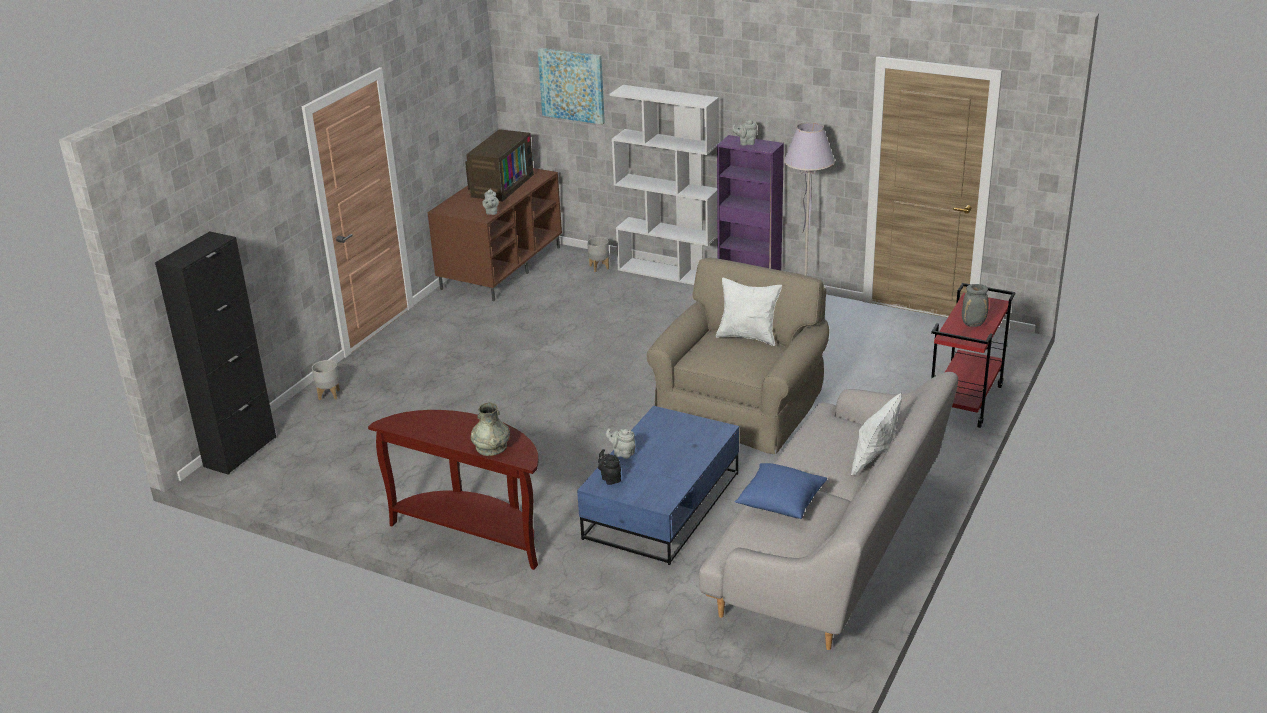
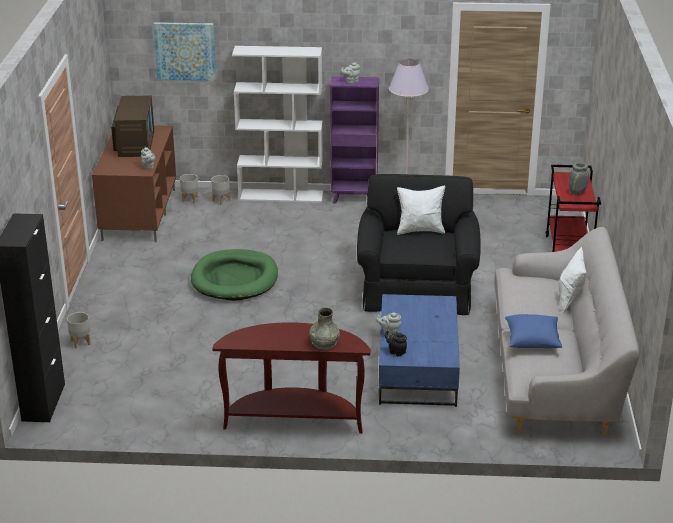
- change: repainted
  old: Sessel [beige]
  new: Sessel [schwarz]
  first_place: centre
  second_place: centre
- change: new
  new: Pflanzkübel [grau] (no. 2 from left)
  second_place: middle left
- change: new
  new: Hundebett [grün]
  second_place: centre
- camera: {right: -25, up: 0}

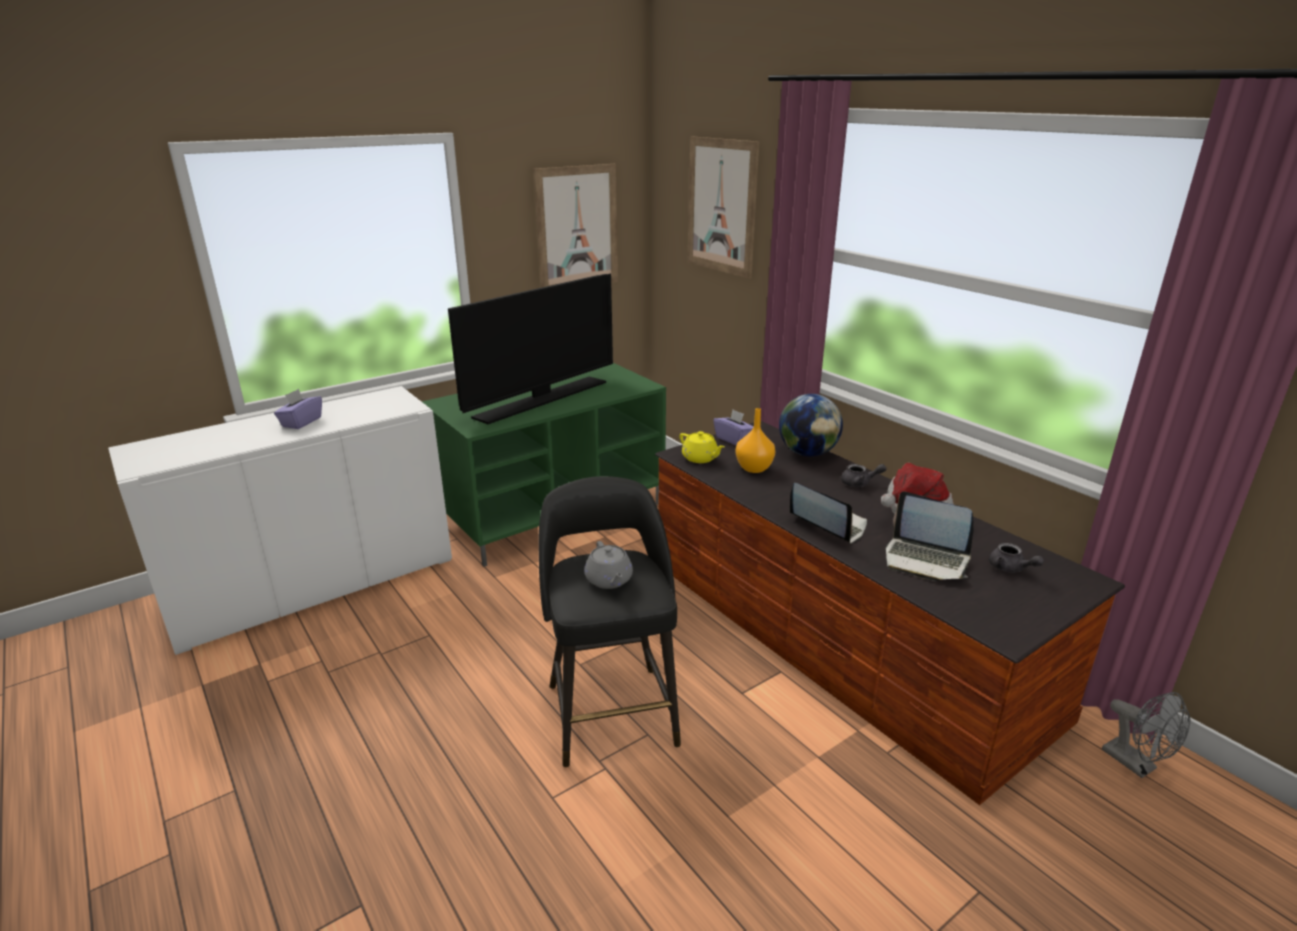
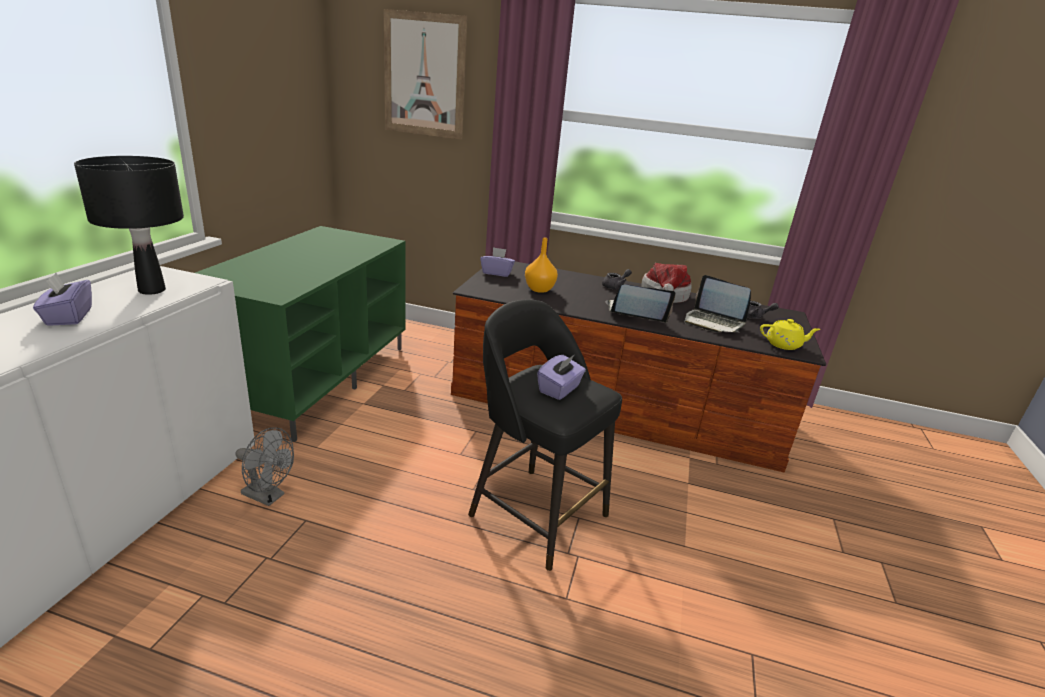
- change: gone
  old: Fernseher
  first_place: centre
- change: gone
  old: Bild (no. 1 from left)
  first_place: top centre
- change: swapped
  old: Teekanne [grau] (no. 1 from left)
  new: Taschentuchbox [lila] (no. 3 from left)
  first_place: centre
  second_place: centre
- change: shifted
  old: Teekanne [gelb]
  first_place: centre
  second_place: middle right
- change: gone
  old: Globus
  first_place: centre
- change: rotated
  old: Laptop (no. 2 from left)
  first_place: middle right
  second_place: middle right
  degrees: 45
- change: shifted
  old: Ventilator [grau]
  first_place: bottom right
  second_place: bottom left
- change: new
  new: Tischlampe [schwarz]
  second_place: top left
- camera: {right: -40, up: 0}

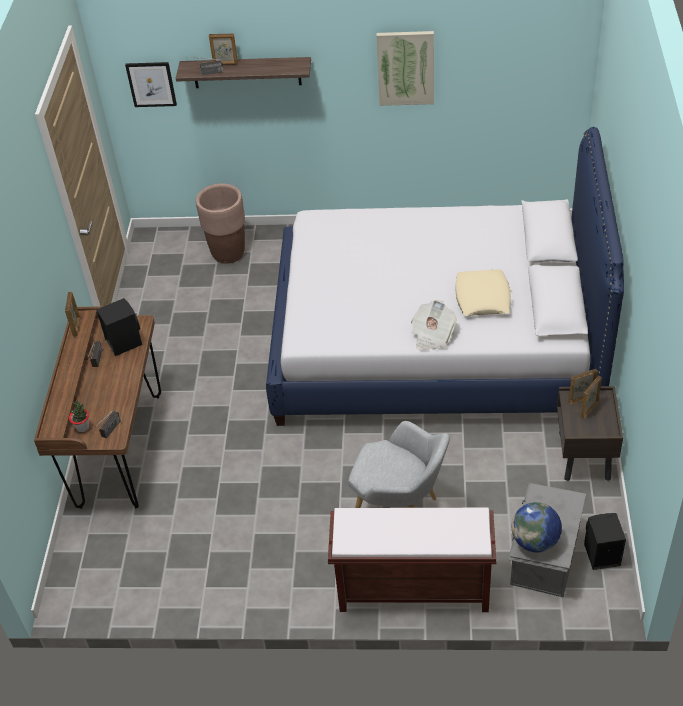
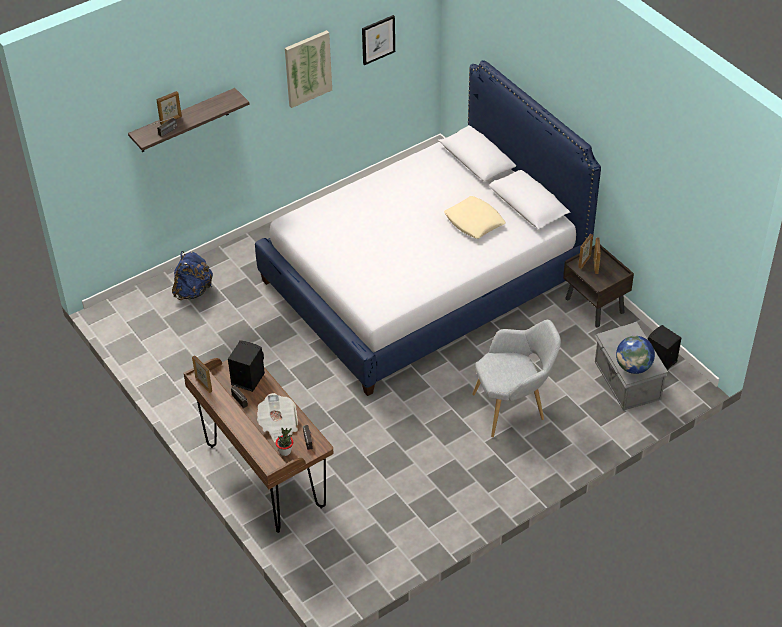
- change: shifted
  old: Bild (no. 1 from left in the first image)
  new: Bild (no. 2 from left)
  first_place: top left
  second_place: top centre
- change: swapped
  old: Pflanzkübel [braun]
  new: Rucksack [blau]
  first_place: top left
  second_place: middle left
- change: gone
  old: Bank [braun]
  first_place: bottom centre
- change: shifted
  old: Zeitung
  first_place: centre
  second_place: bottom centre
- camera: {right: -40, up: 0}

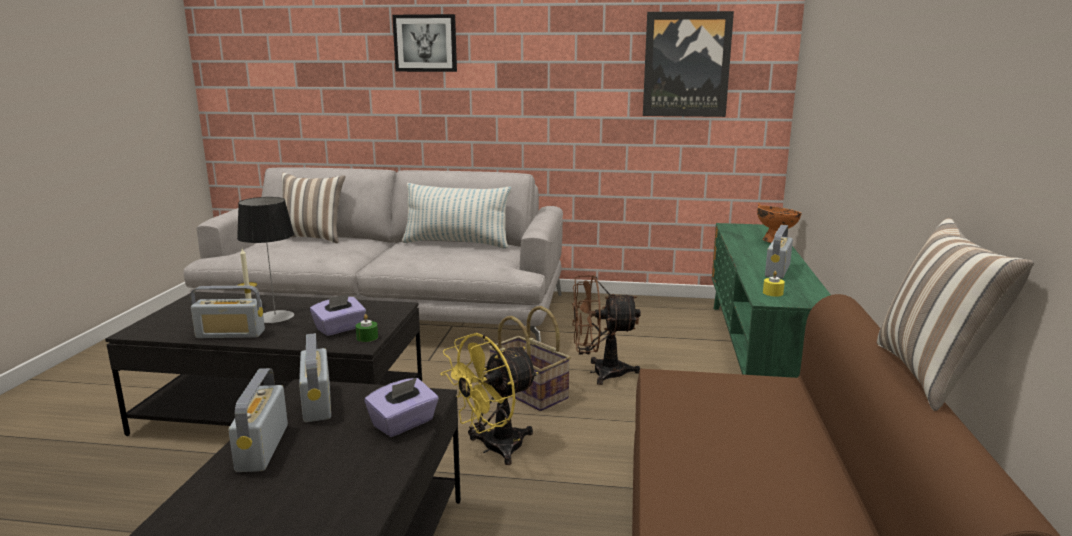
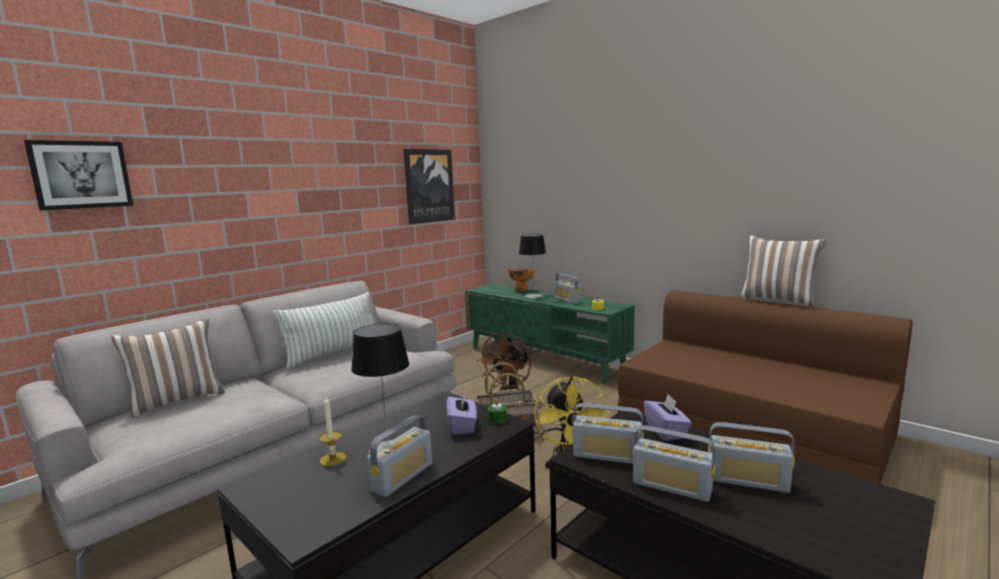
- change: shifted
  old: Bild (no. 1 from left)
  first_place: top centre
  second_place: top left
- change: new
  new: Tischlampe (no. 2 from left)
  second_place: centre
- change: new
  new: Radio (no. 5 from left)
  second_place: bottom right
- camera: {right: -55, up: -5}

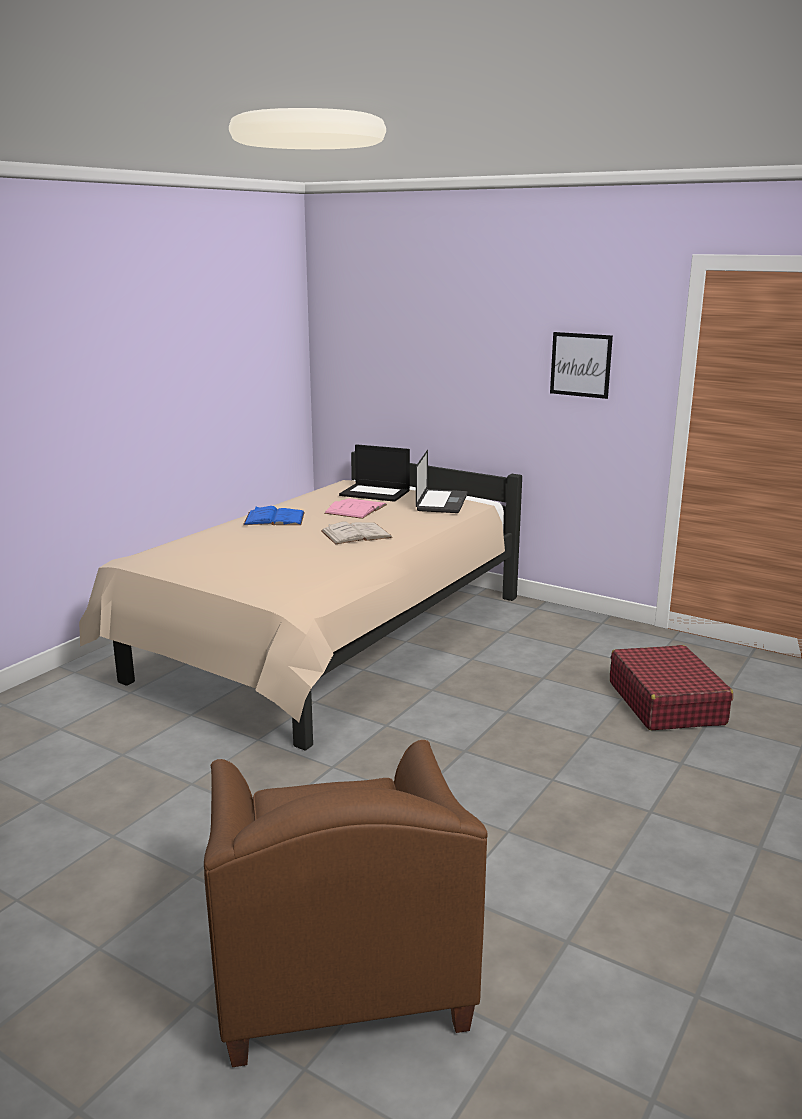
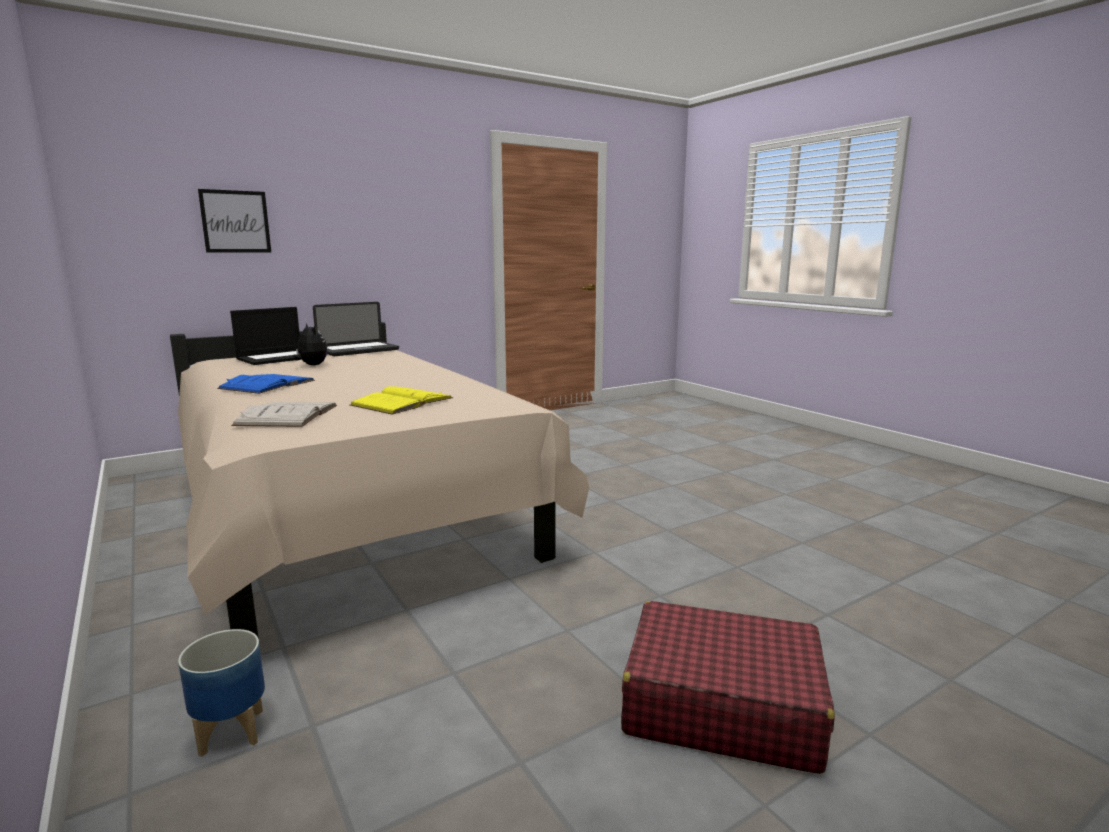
- change: gone
  old: Sessel [braun]
  first_place: bottom centre
- change: shifted
  old: Buch [weiß]
  first_place: centre
  second_place: middle left
- change: swapped
  old: Buch [rosa]
  new: Plüschtier
  first_place: centre
  second_place: middle left
- change: rotated
  old: Laptop (no. 2 from left)
  first_place: centre
  second_place: middle left
  degrees: 105
- change: shifted
  old: Bild
  first_place: top right
  second_place: top left
- change: shifted
  old: Koffer [rot]
  first_place: middle right
  second_place: bottom centre
- change: new
  new: Pflanzkübel
  second_place: bottom left
- change: new
  new: Buch [gelb]
  second_place: centre
- camera: {right: -65, up: -5}

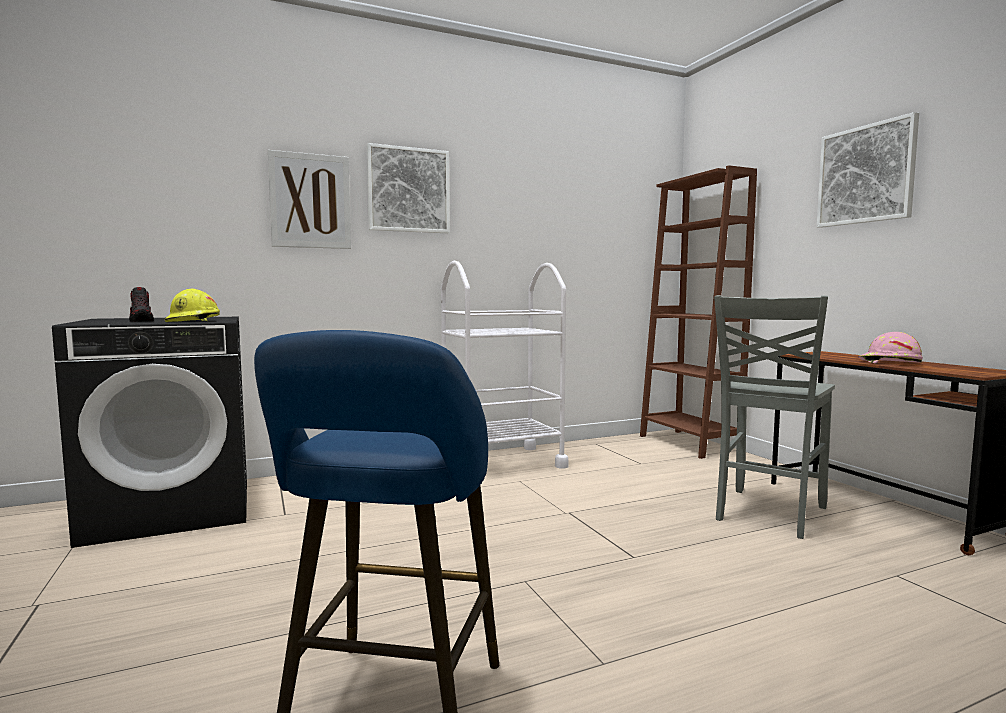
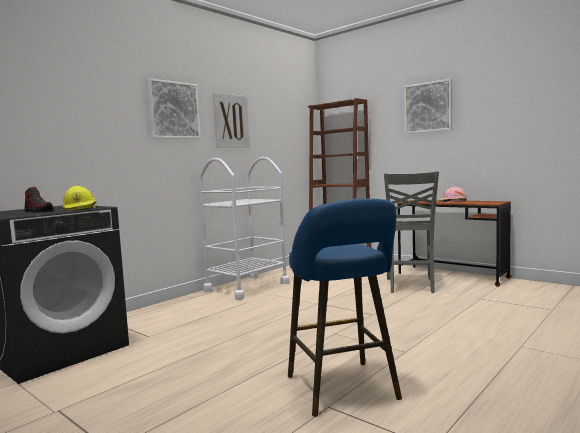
- change: shifted
  old: Bild (no. 1 from left in the first image)
  new: Bild (no. 2 from left)
  first_place: top left
  second_place: top centre
- camera: {right: -25, up: 0}

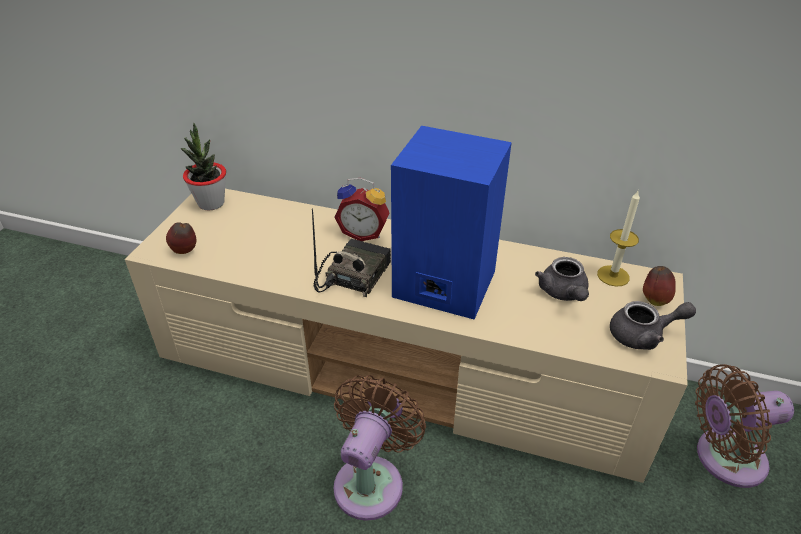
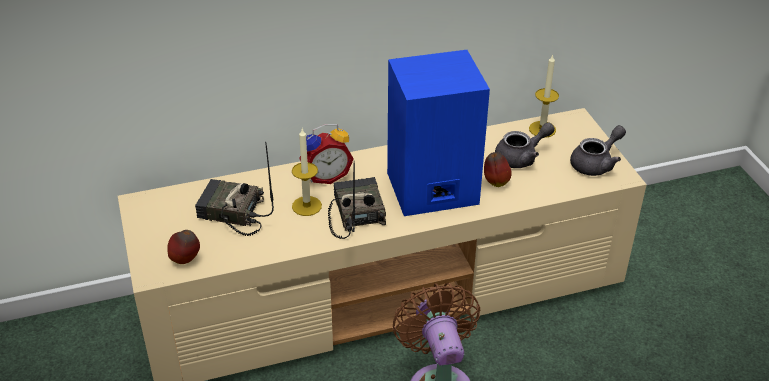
- change: gone
  old: Topfpflanze
  first_place: top left
- change: rotated
  old: Teekanne [grau] (no. 1 from left)
  first_place: middle right
  second_place: middle right
  degrees: -75
- change: shifted
  old: Apfel (no. 2 from left)
  first_place: middle right
  second_place: centre
- change: gone
  old: Ventilator [braun] (no. 2 from left)
  first_place: bottom right
- change: new
  new: Radio (no. 1 from left)
  second_place: middle left
- change: new
  new: Kerze (no. 1 from left)
  second_place: centre
- camera: {right: -35, up: 0}

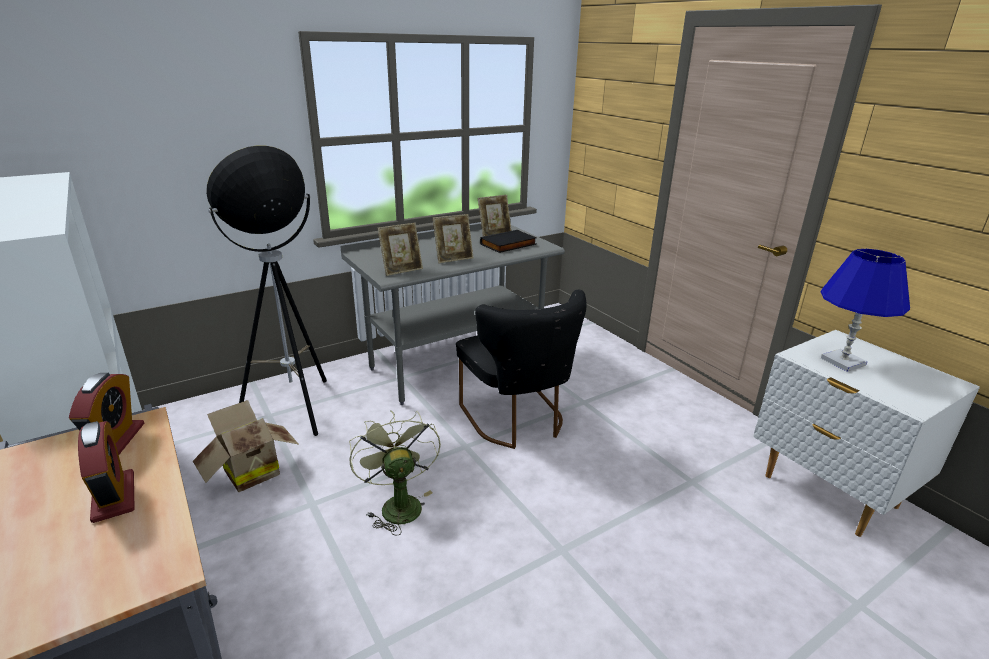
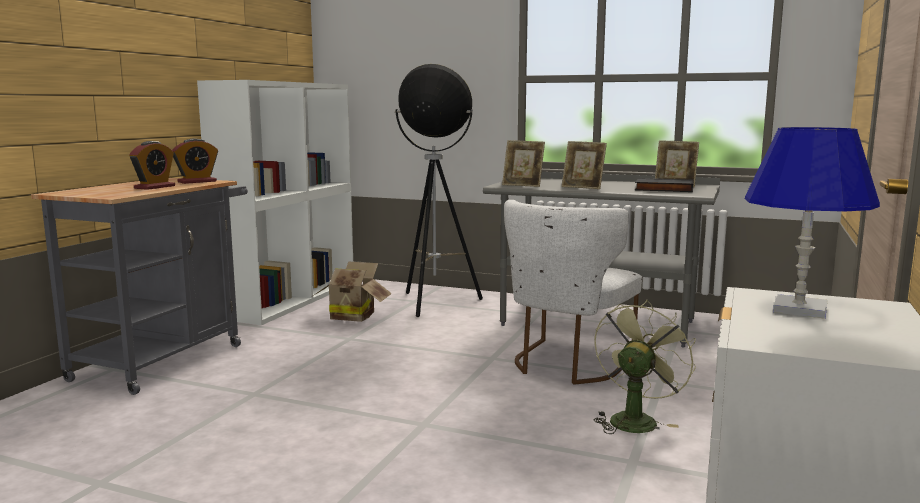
- change: shifted
  old: Ventilator [grün]
  first_place: bottom centre
  second_place: bottom right
- change: repainted
  old: Stuhl [schwarz]
  new: Stuhl [weiß]
  first_place: centre
  second_place: centre
- camera: {right: 55, up: -15}

